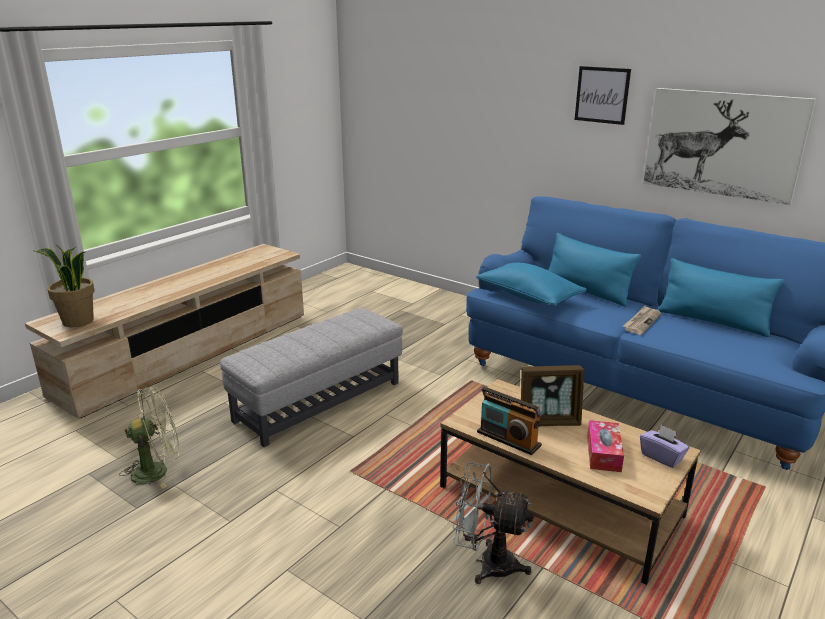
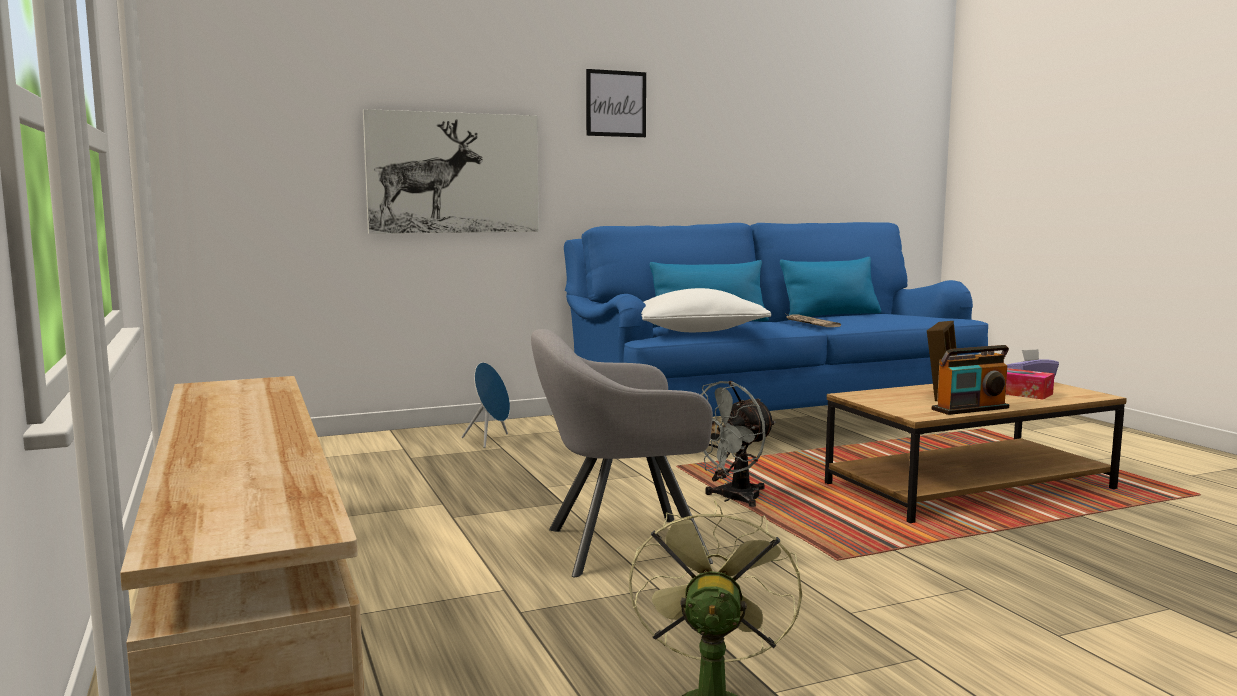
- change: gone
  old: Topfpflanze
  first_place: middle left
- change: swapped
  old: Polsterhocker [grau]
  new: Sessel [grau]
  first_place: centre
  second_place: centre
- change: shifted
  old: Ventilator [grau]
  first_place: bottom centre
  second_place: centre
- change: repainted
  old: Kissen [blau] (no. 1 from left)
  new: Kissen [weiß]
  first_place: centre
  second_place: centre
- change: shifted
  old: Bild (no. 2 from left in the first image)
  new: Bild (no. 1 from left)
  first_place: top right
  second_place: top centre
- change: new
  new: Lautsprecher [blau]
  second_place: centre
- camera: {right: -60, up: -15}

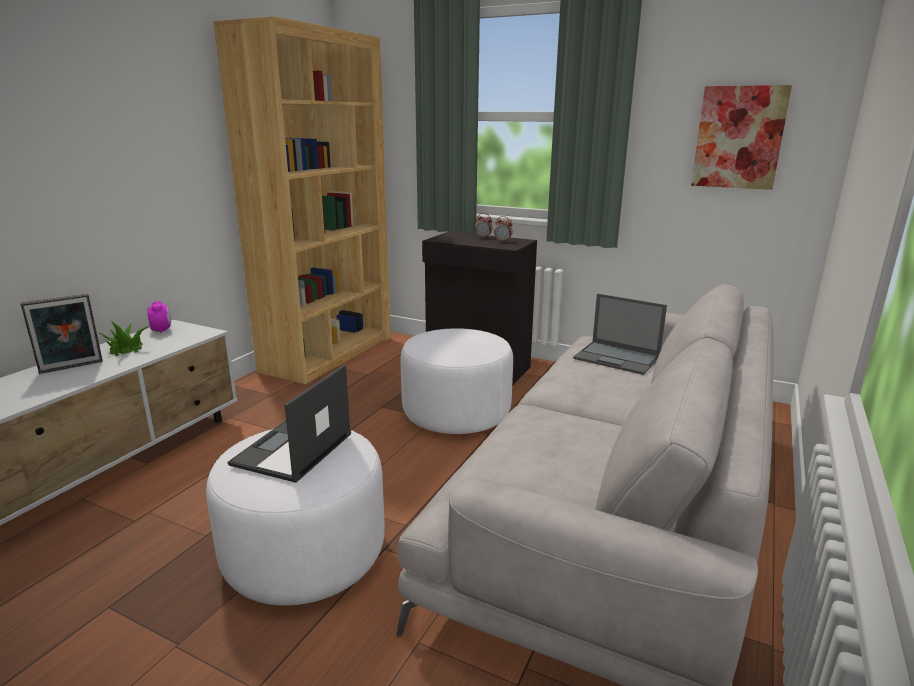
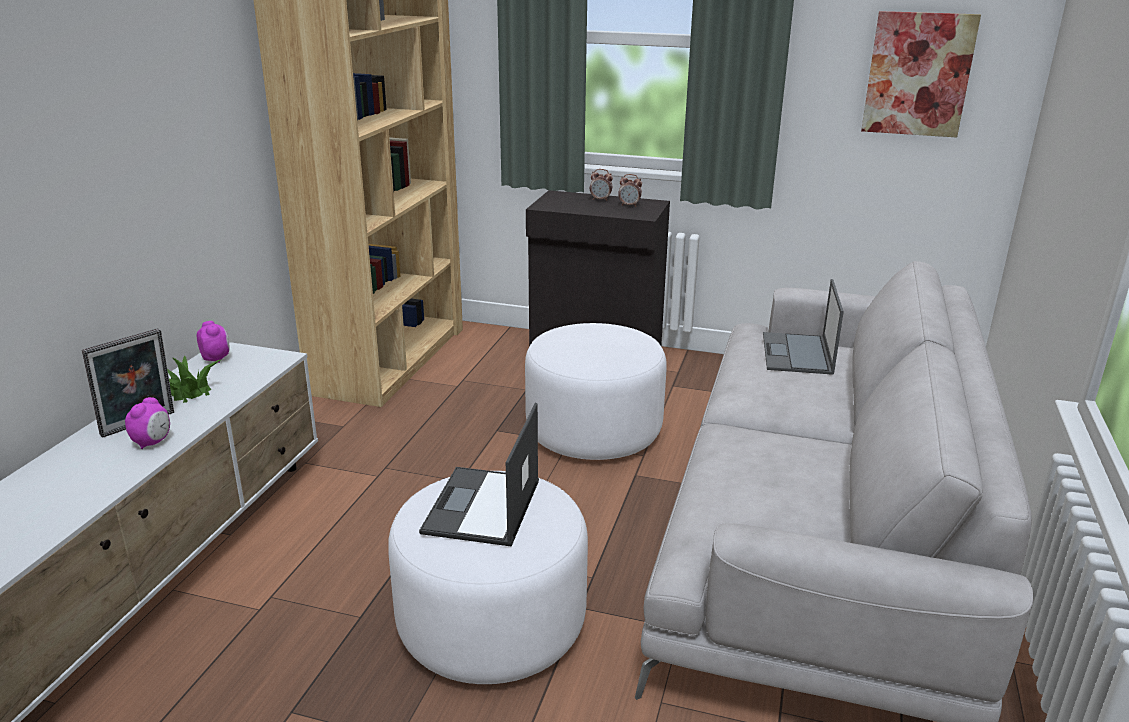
- change: rotated
  old: Laptop (no. 2 from left)
  first_place: middle right
  second_place: middle right
  degrees: 75
- change: new
  new: Wecker (no. 1 from left)
  second_place: middle left
- camera: {right: -10, up: 5}

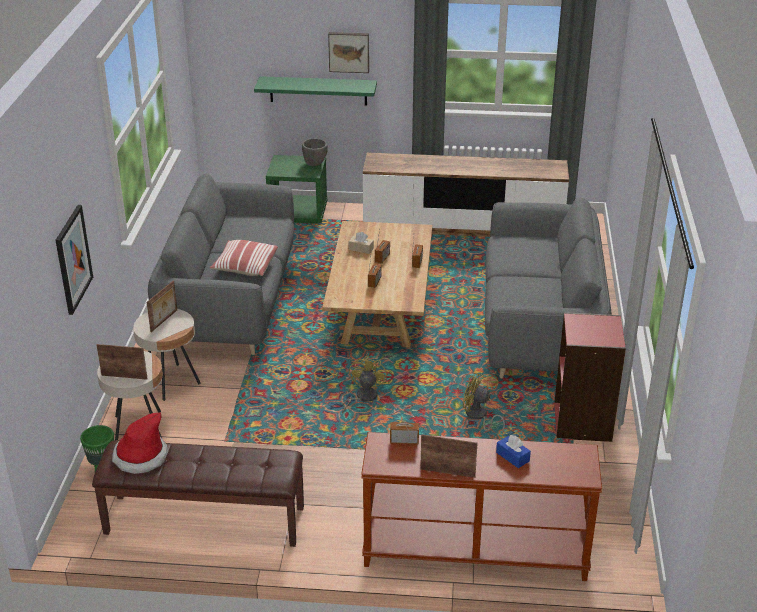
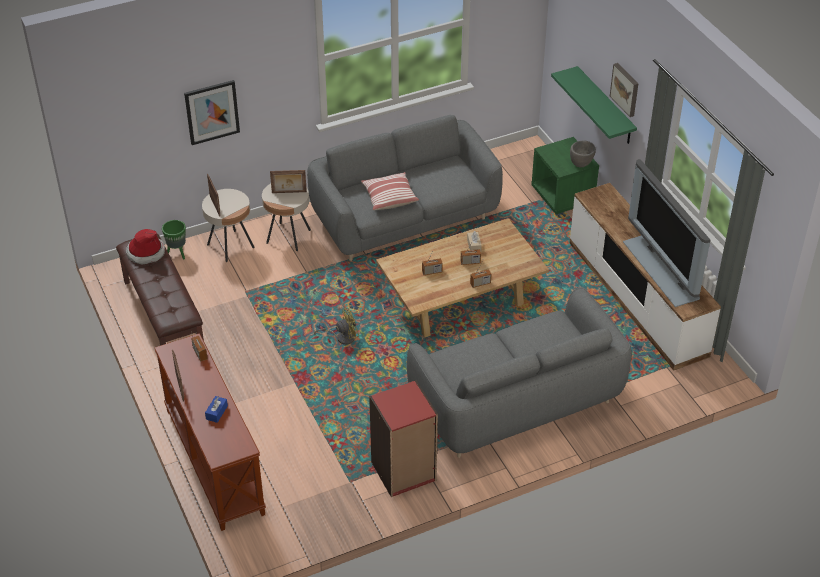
- change: gone
  old: Ventilator [gelb] (no. 2 from left)
  first_place: centre
- change: new
  new: Fernseher
  second_place: middle right
- camera: {right: 60, up: 10}

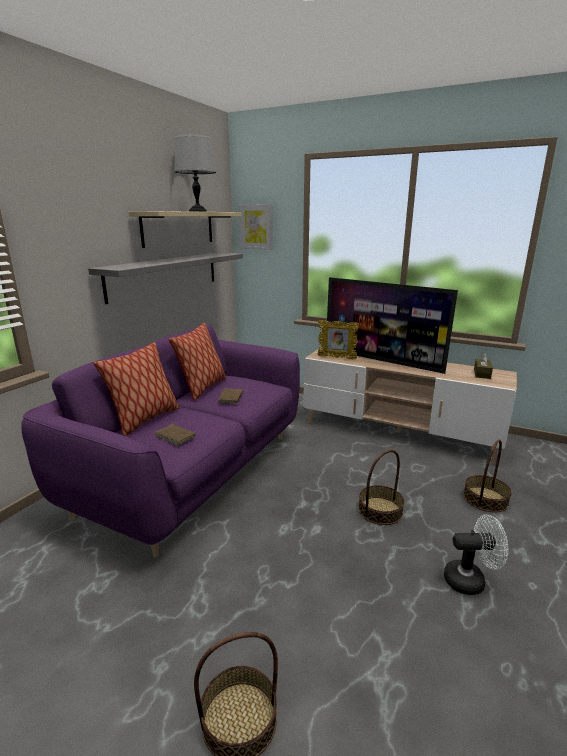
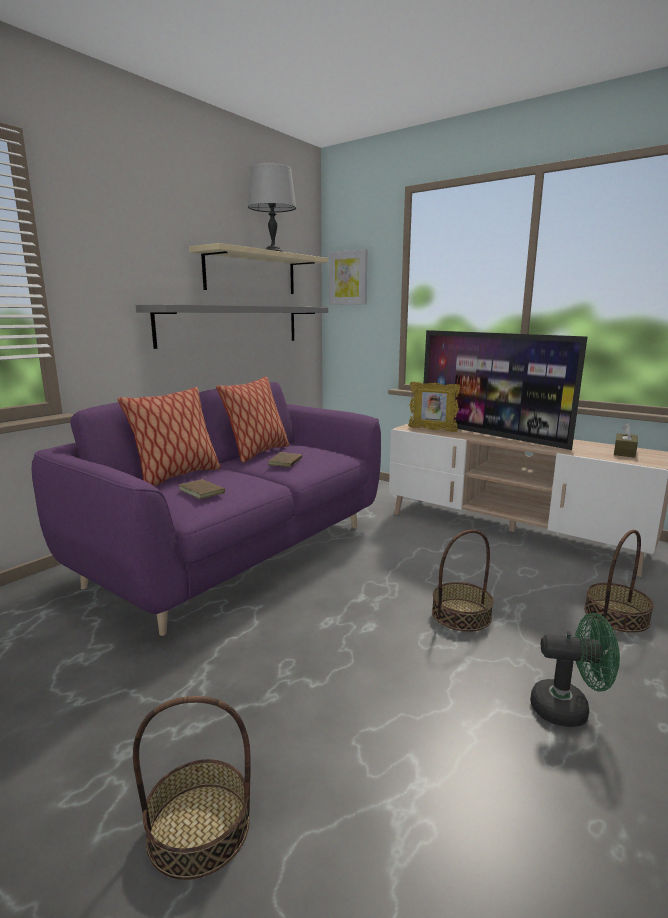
- change: repainted
  old: Ventilator [weiß]
  new: Ventilator [grün]
  first_place: bottom right
  second_place: bottom right
- camera: {right: 10, up: -5}

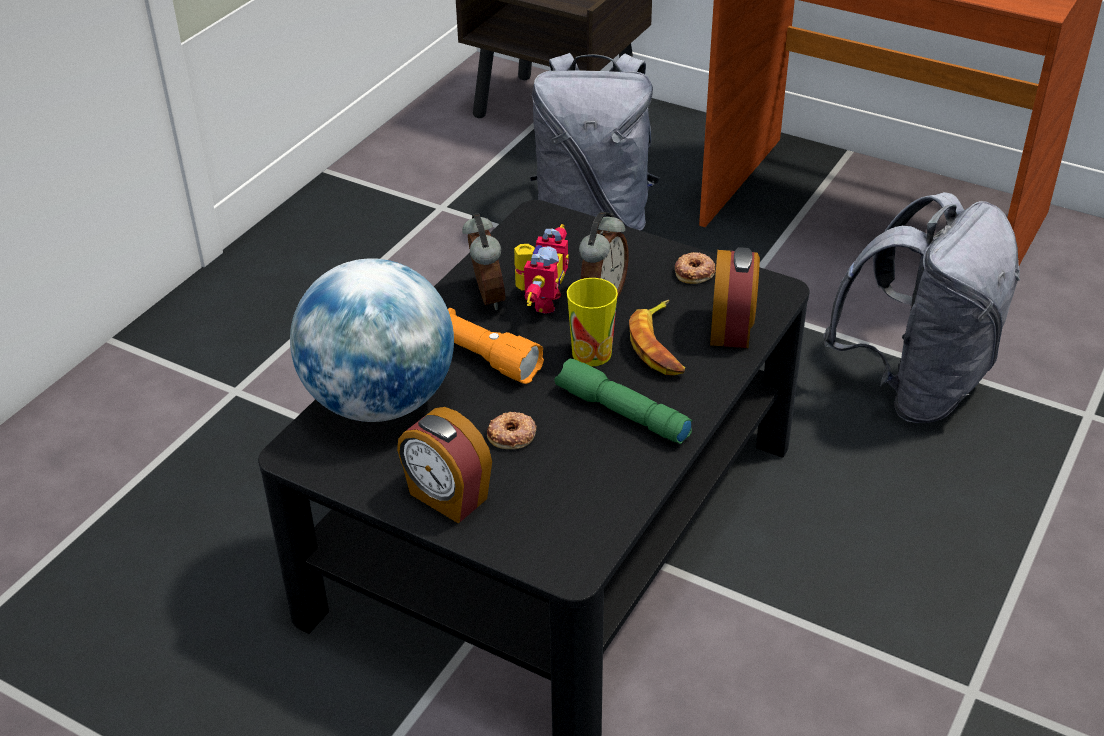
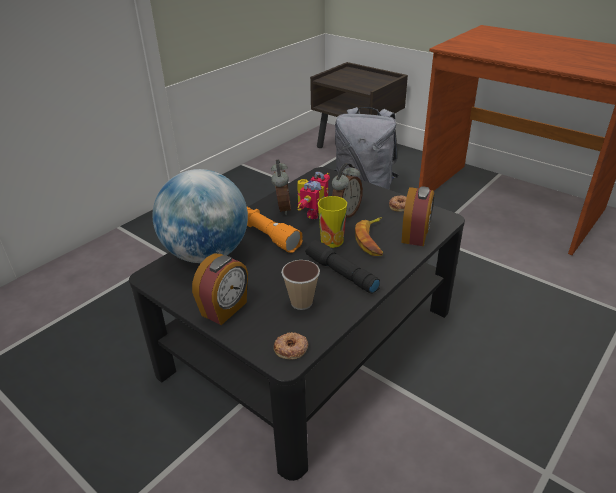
- change: rotated
  old: Wecker (no. 1 from left)
  first_place: centre
  second_place: centre
  degrees: -105
- change: shifted
  old: Donut (no. 1 from left)
  first_place: centre
  second_place: bottom centre
- change: repainted
  old: Taschenlampe [grün]
  new: Taschenlampe [schwarz]
  first_place: centre
  second_place: centre
- change: gone
  old: Rucksack [grau] (no. 2 from left)
  first_place: middle right
- change: new
  new: Tasse (no. 1 from left)
  second_place: centre
- camera: {right: 10, up: -5}

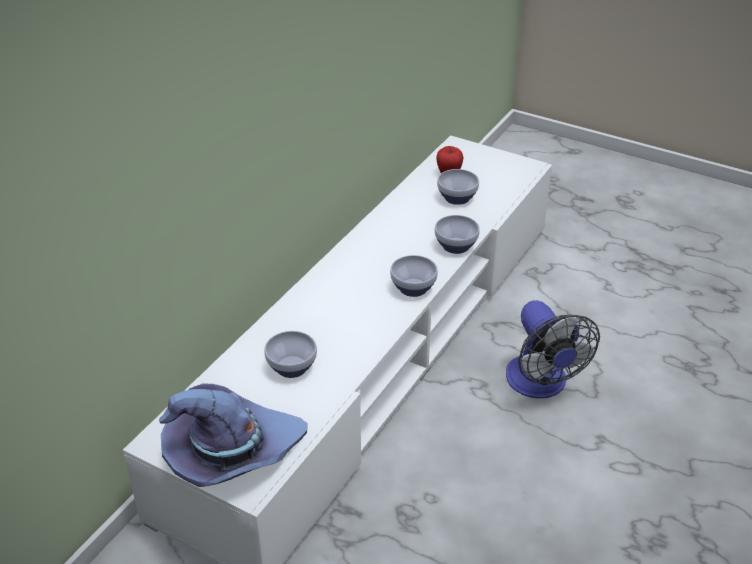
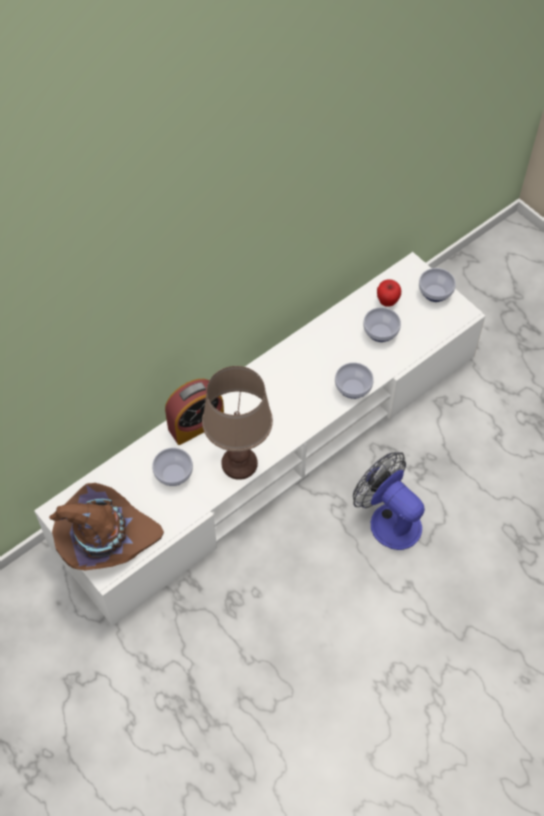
- change: repainted
  old: Hut [lila]
  new: Hut [braun]
  first_place: bottom left
  second_place: middle left
- change: shifted
  old: Schüssel (no. 2 from left in the first image)
  new: Schüssel (no. 4 from left)
  first_place: centre
  second_place: middle right
- change: rotated
  old: Ventilator
  first_place: middle right
  second_place: middle right
  degrees: 135
- change: new
  new: Wecker
  second_place: centre
- change: new
  new: Tischlampe [braun]
  second_place: centre
- camera: {right: 20, up: 20}

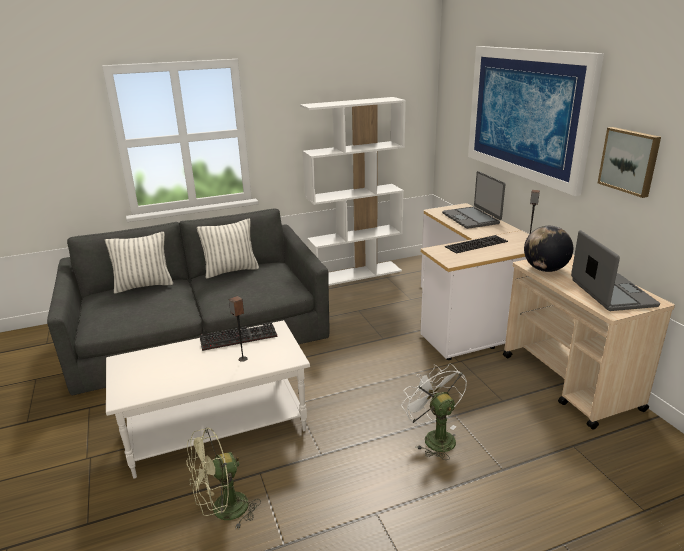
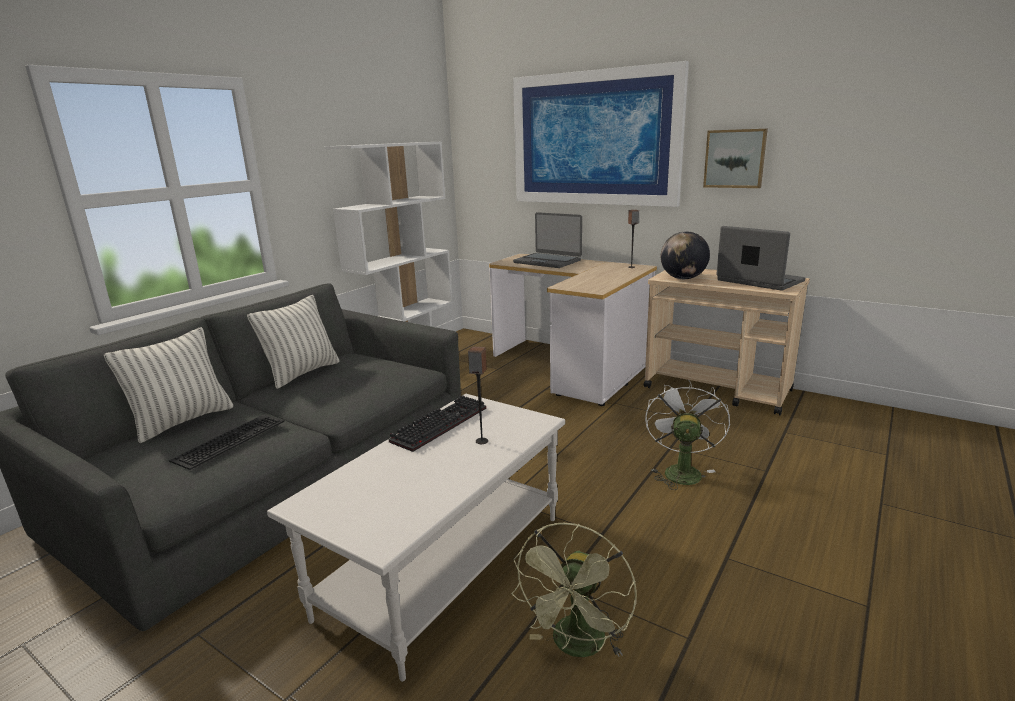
- change: rotated
  old: Ventilator [weiß]
  first_place: bottom centre
  second_place: middle right
  degrees: 75
- change: shifted
  old: Tastatur (no. 2 from left in the first image)
  new: Tastatur (no. 1 from left)
  first_place: middle right
  second_place: middle left
- camera: {right: -35, up: -5}

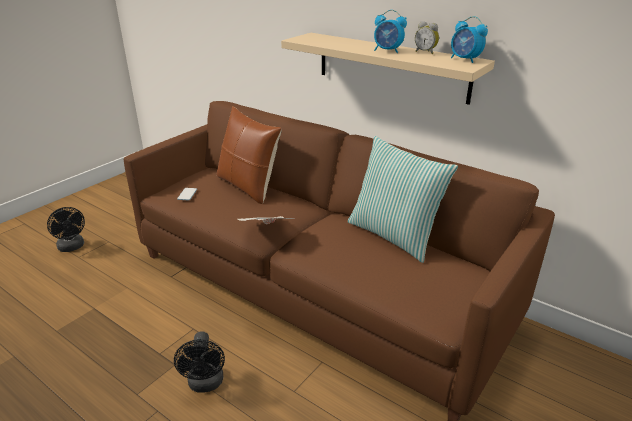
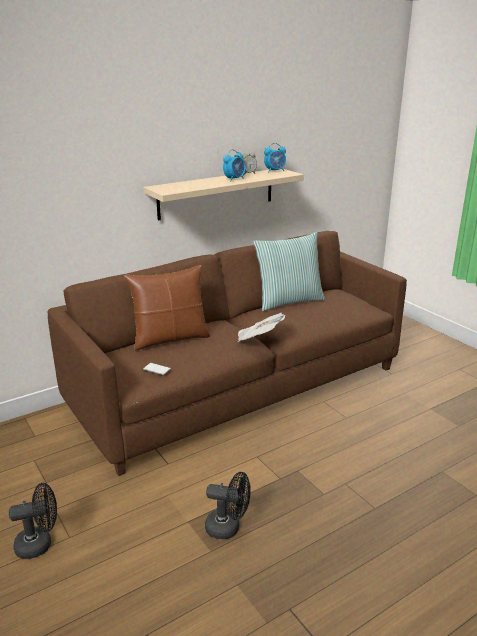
- change: shifted
  old: Ventilator [schwarz] (no. 2 from left)
  first_place: bottom left
  second_place: bottom centre
- camera: {right: -70, up: -5}

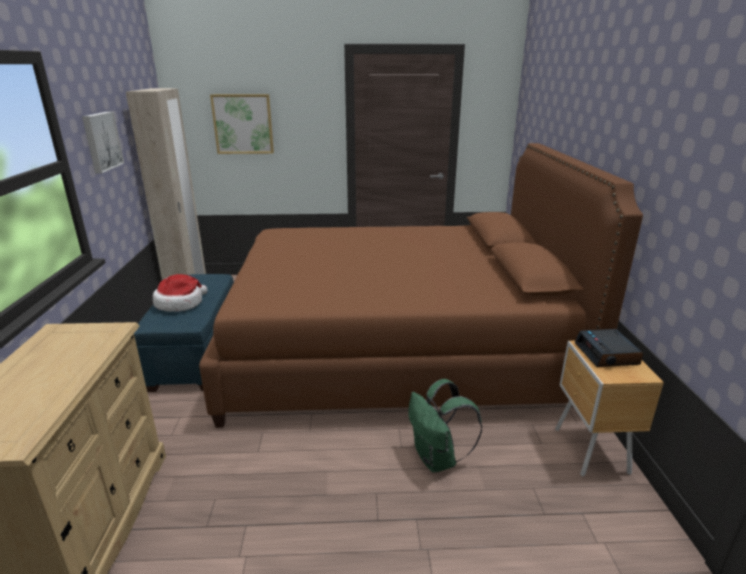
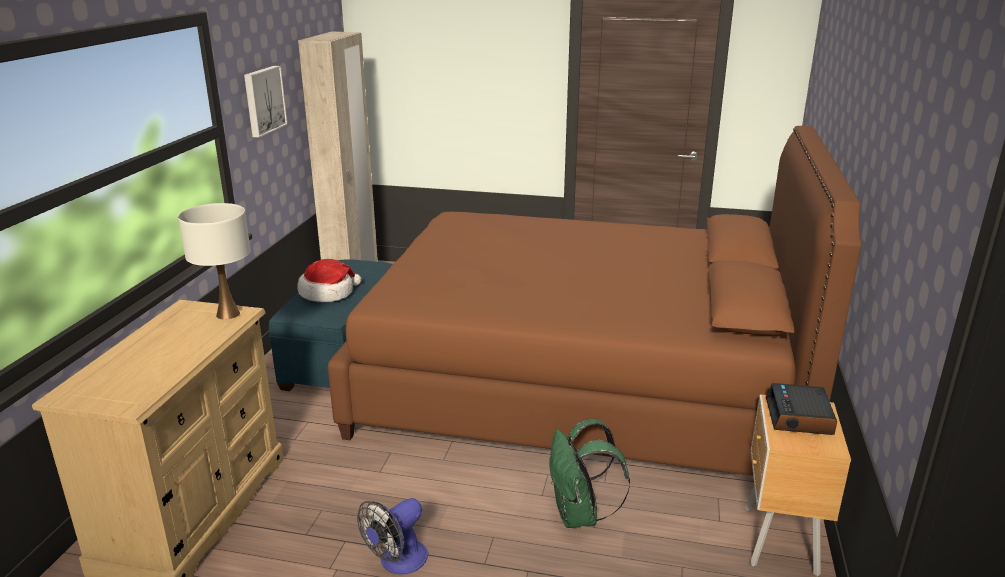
- change: gone
  old: Bild (no. 2 from left)
  first_place: top left
- change: new
  new: Tischlampe [weiß]
  second_place: middle left
- change: new
  new: Ventilator
  second_place: bottom centre
- camera: {right: 15, up: 0}

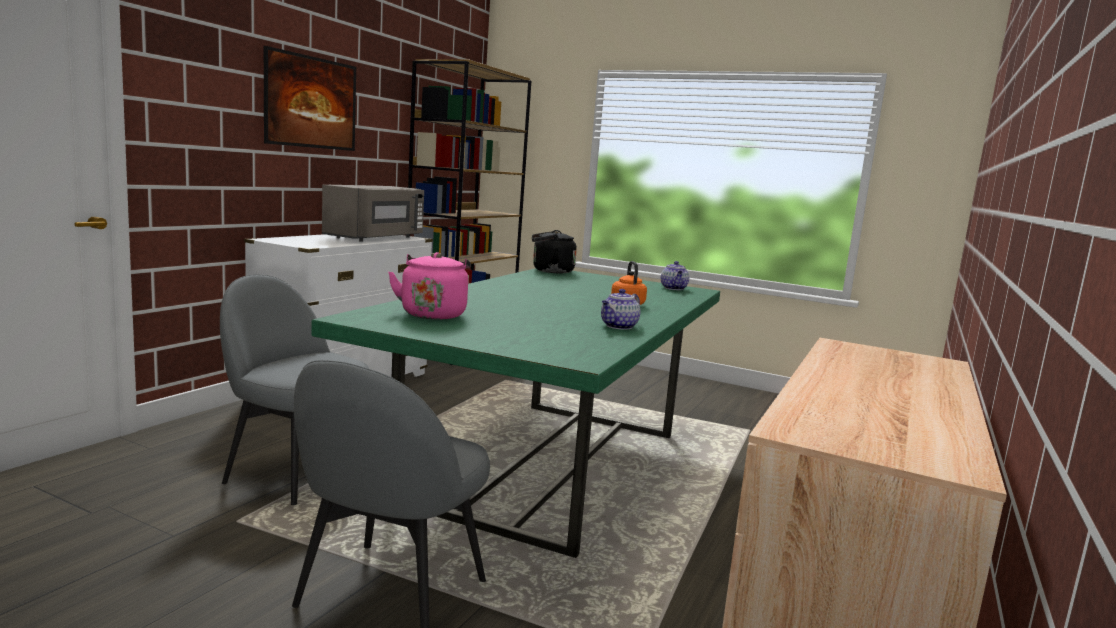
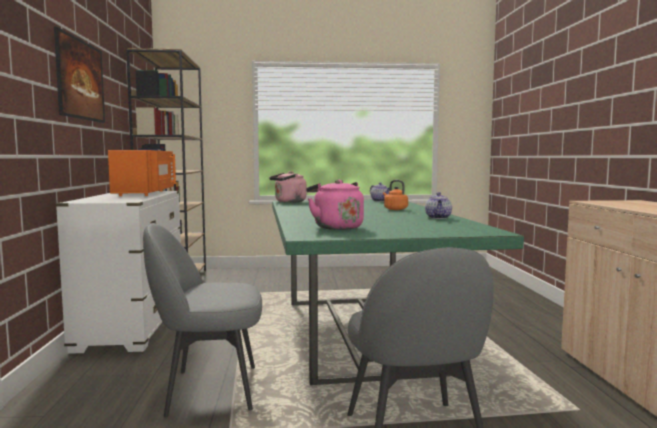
- change: repainted
  old: Mikrowelle [grau]
  new: Mikrowelle [orange]
  first_place: centre
  second_place: middle left
- change: repainted
  old: Wasserkessel [schwarz]
  new: Wasserkessel [rosa] (no. 1 from left)
  first_place: centre
  second_place: centre
- camera: {right: -30, up: -5}

